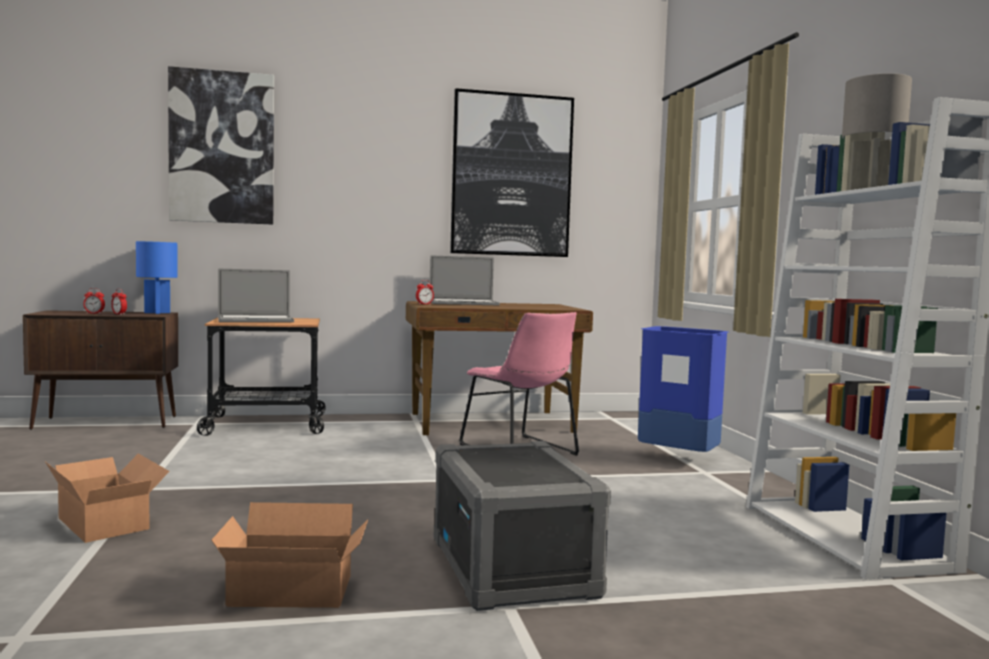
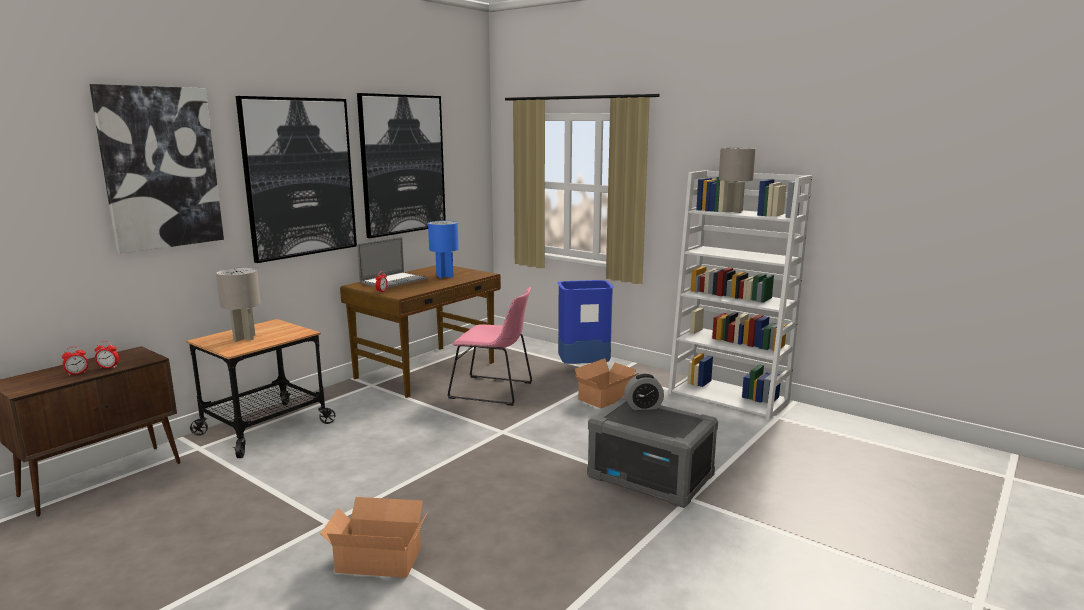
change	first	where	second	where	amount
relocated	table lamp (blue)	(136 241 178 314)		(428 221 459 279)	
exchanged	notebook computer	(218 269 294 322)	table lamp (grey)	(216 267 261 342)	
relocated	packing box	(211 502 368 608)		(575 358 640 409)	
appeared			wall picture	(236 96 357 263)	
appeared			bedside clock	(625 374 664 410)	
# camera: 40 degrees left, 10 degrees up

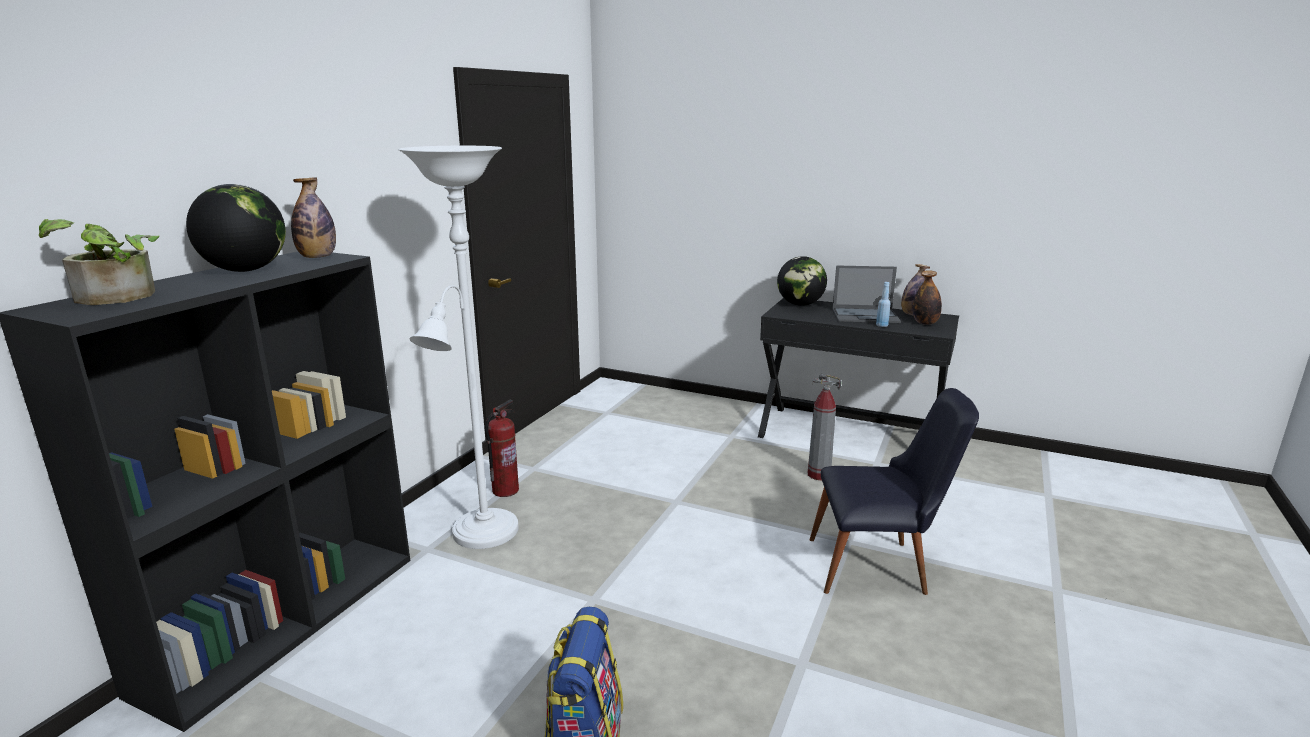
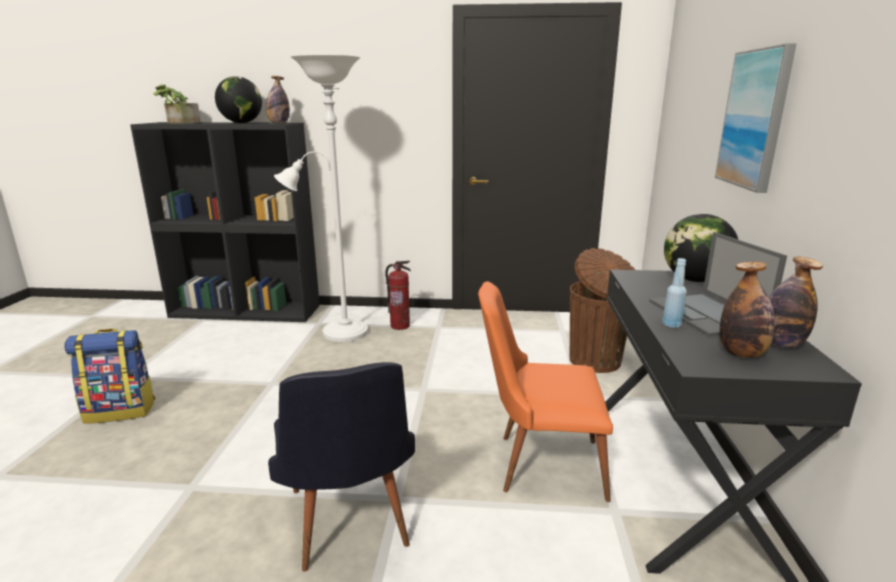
change	first	where	second	where	amount
exchanged	extinguisher	(808 374 841 480)	upright chair (orange-coloured)	(478 282 613 502)	
appeared			wall picture	(715 43 796 193)	
appeared			rubbish bin (brownish)	(570 248 635 373)	
# camera: 70 degrees right, 0 degrees up

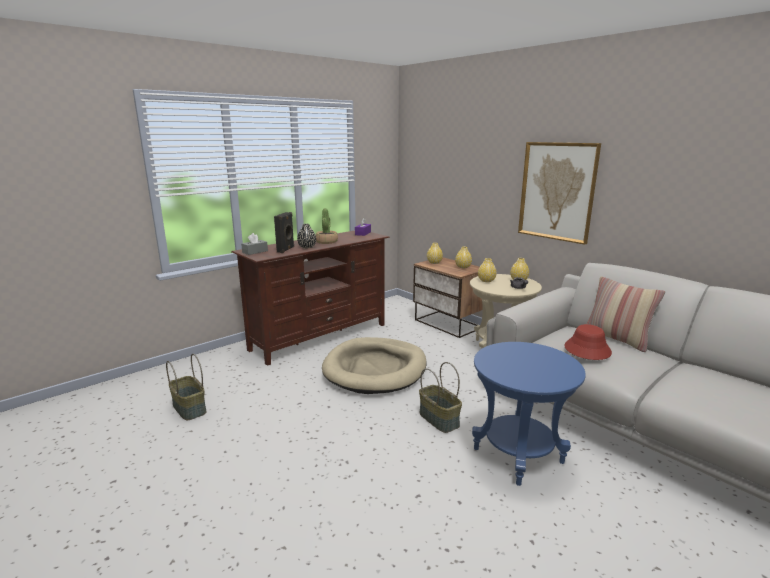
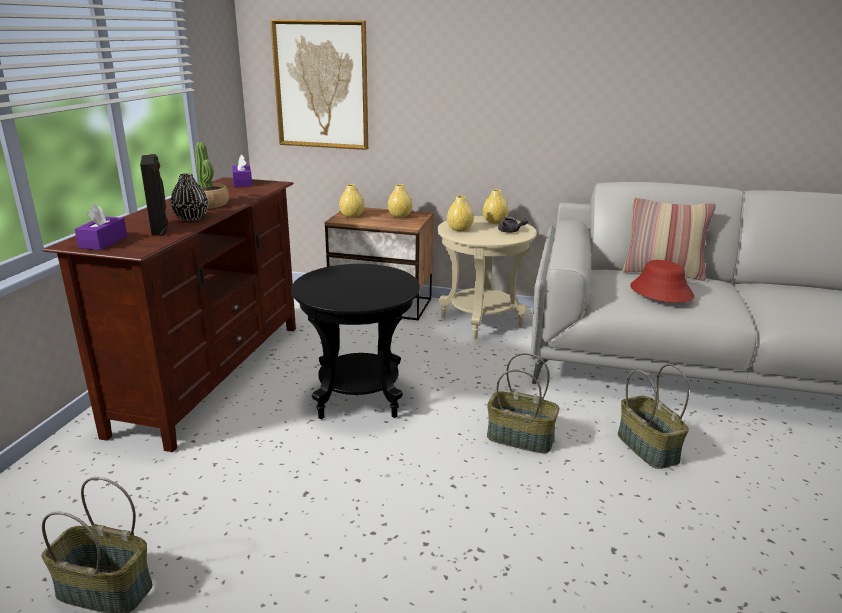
change	first	where	second	where	amount
relocated	wall picture	(518 142 601 245)		(270 19 368 150)	
colour	tissue box (grey)	(241 233 268 255)	tissue box (purple)	(74 204 127 250)	
exchanged	dog cushion (beige-coloured)	(322 337 426 394)	side table (black)	(291 264 420 419)	
exchanged	side table (blue)	(472 342 586 486)	household basket	(618 364 689 469)	
# camera: 35 degrees left, 5 degrees up

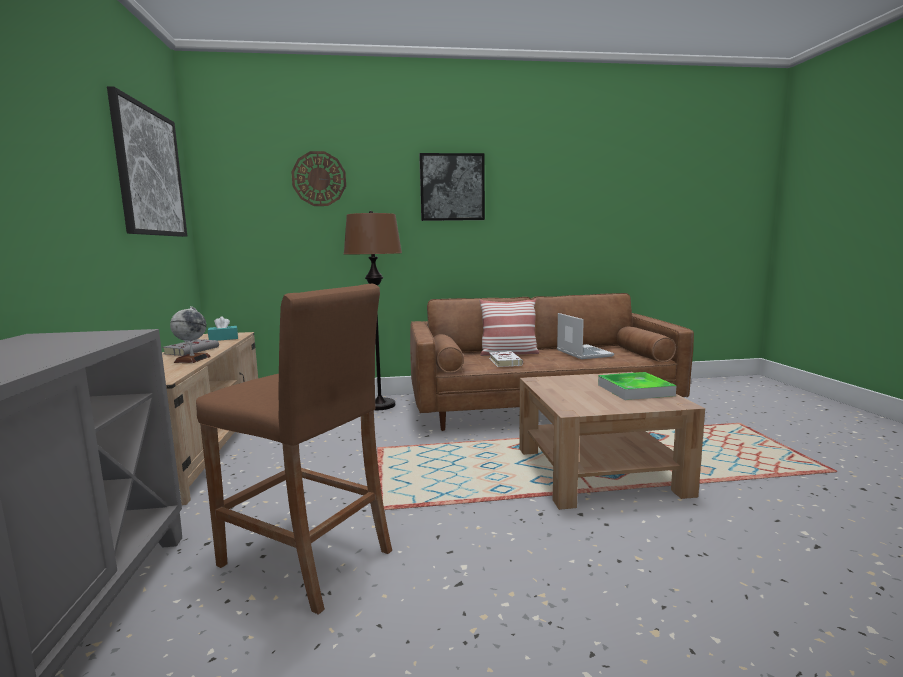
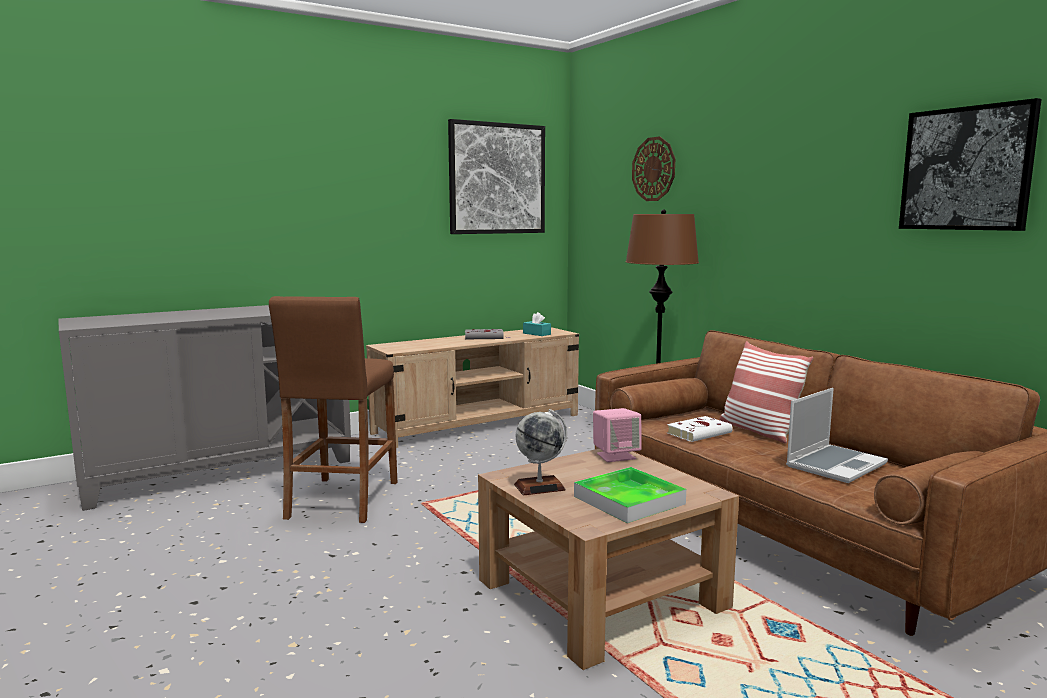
change	first	where	second	where	amount
relocated	wall picture	(419 153 485 221)		(899 98 1042 231)	
relocated	globe	(170 306 211 363)		(514 409 567 495)	
appeared			speaker (pink)	(593 408 642 462)	
# camera: 65 degrees right, 0 degrees up

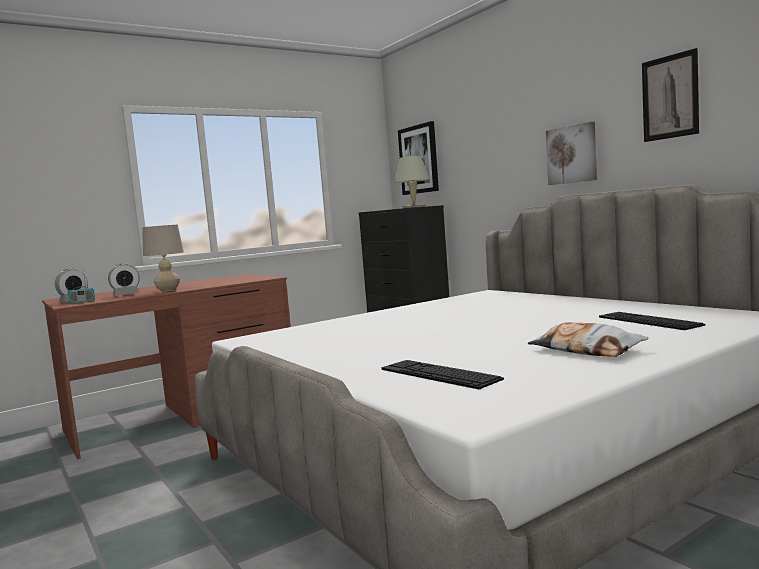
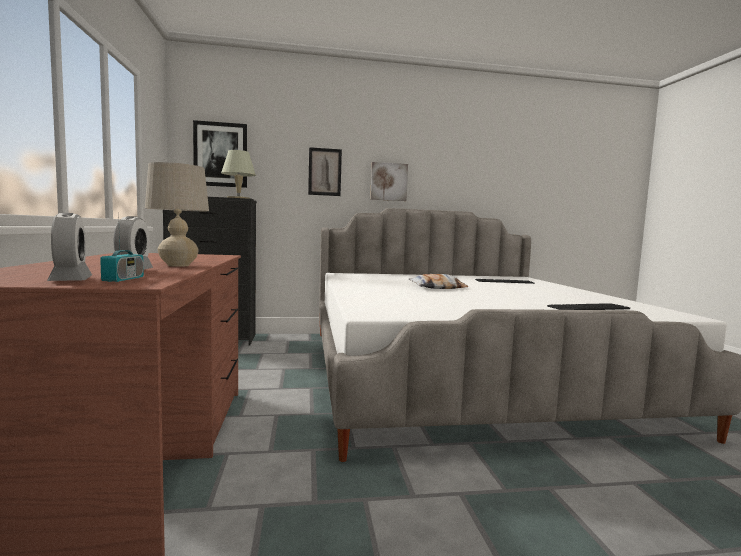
change	first	where	second	where	amount
relocated	wall picture	(642 48 699 142)		(308 147 342 196)	
relocated	pillow	(528 322 648 357)		(408 274 469 289)	
# camera: 65 degrees left, 0 degrees up

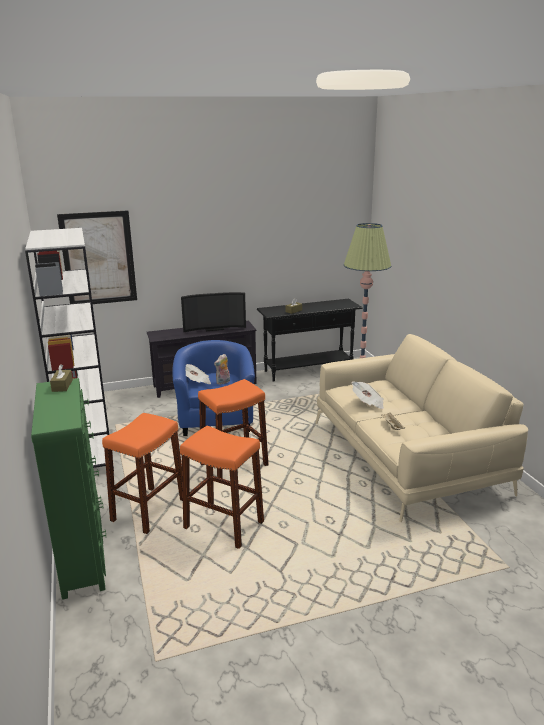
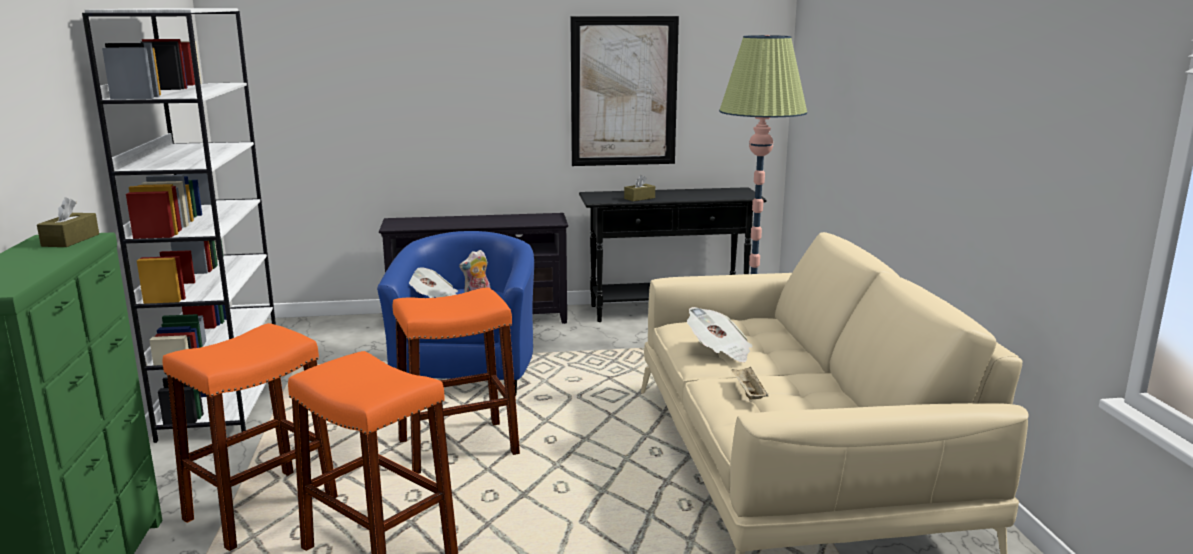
change	first	where	second	where	amount
relocated	wall picture	(57 210 137 304)		(570 16 679 166)	
missing	TV set	(181 292 246 332)			
# camera: 10 degrees right, 5 degrees down

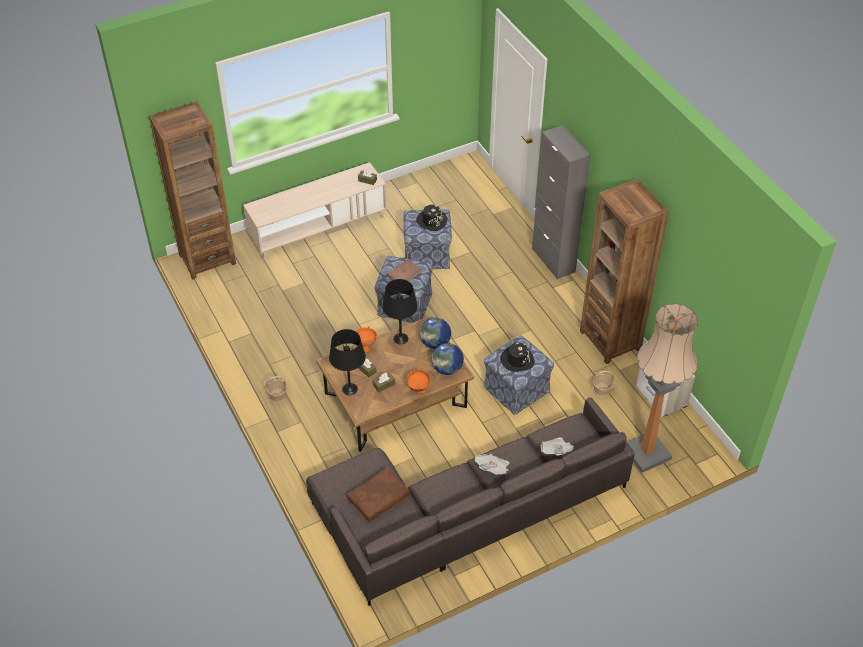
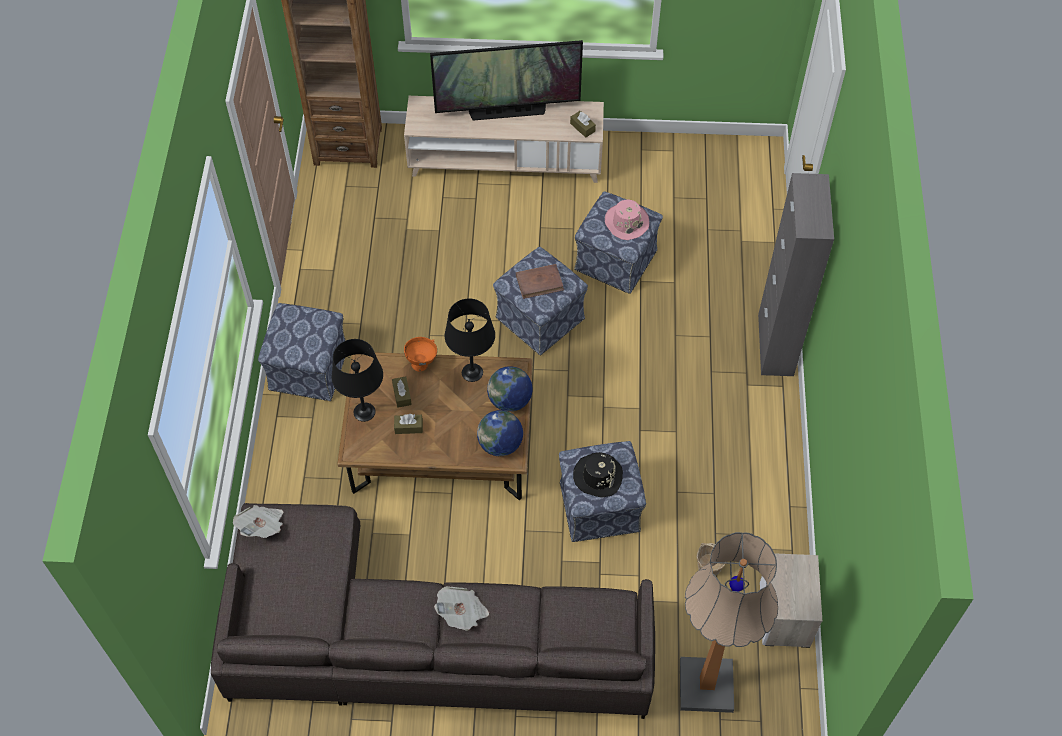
change	first	where	second	where	amount
missing	shelving unit (brownish)	(580 179 668 364)			
colour	hat (black)	(416 205 448 231)	hat (pink)	(605 200 649 240)	
missing	bowl (orange-coloured)	(406 370 430 395)			
exchanged	household basket	(266 376 287 403)	footrest	(258 303 346 401)	
relocated	daily paper	(541 437 574 456)		(233 505 283 538)	
missing	pillow (brownish)	(346 468 410 522)			
appeared			TV set	(430 40 583 121)	
# camera: 30 degrees right, 10 degrees up

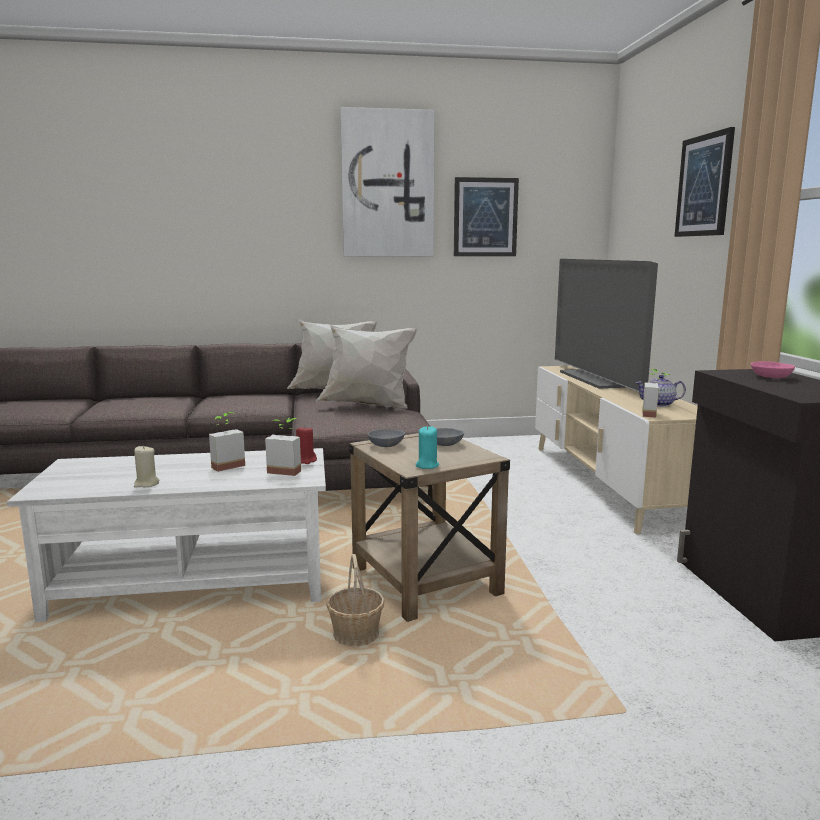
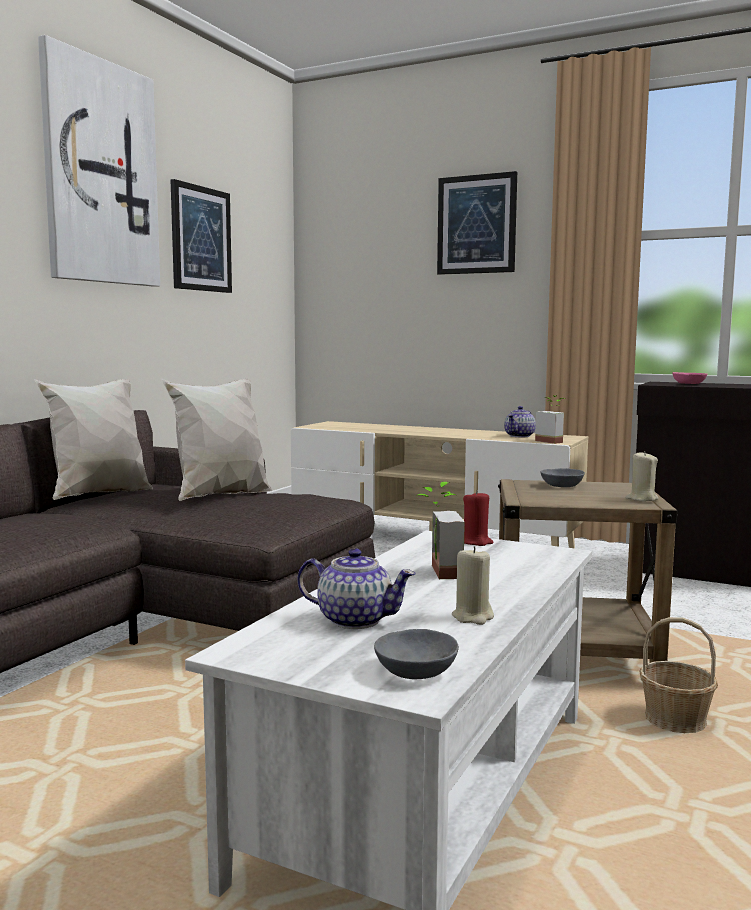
change	first	where	second	where	amount
missing	TV set	(555 259 658 392)			
missing	plant in a pot	(265 418 301 476)			
colour	wax candle (turquoise-coloured)	(415 426 439 469)	wax candle (beige-coloured)	(625 451 658 501)	
relocated	bowl (grey)	(368 429 405 447)		(374 629 459 679)	
appeared			tea pot	(297 548 416 629)	
# camera: 55 degrees left, 5 degrees down

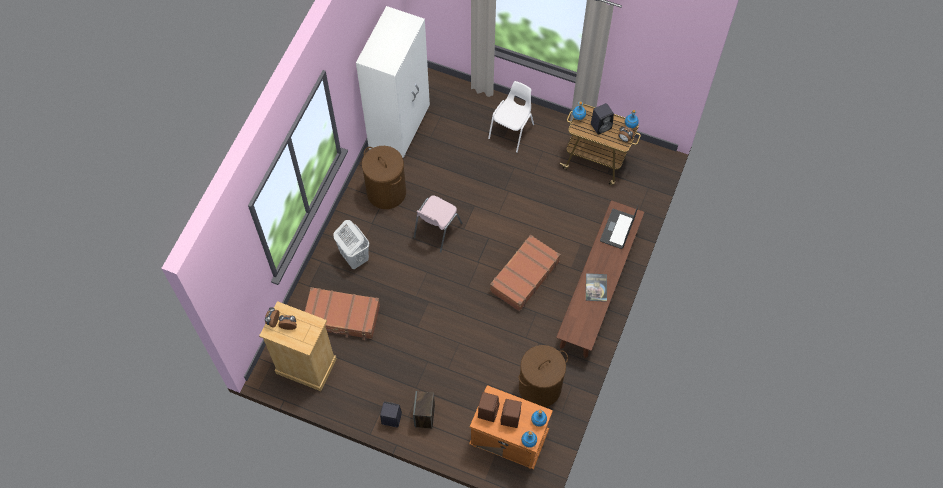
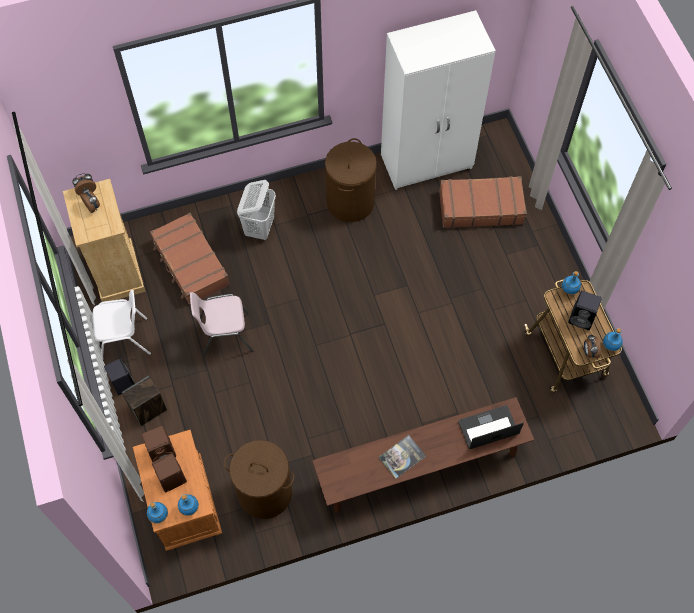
change	first	where	second	where	amount
relocated	upright chair (white)	(488 81 534 153)		(93 290 151 356)	
relocated	upright chair (pink)	(414 195 462 253)		(190 292 253 358)	
relocated	travel case (brownish)	(490 234 561 312)		(439 176 527 228)	
# camera: 50 degrees right, 0 degrees up

